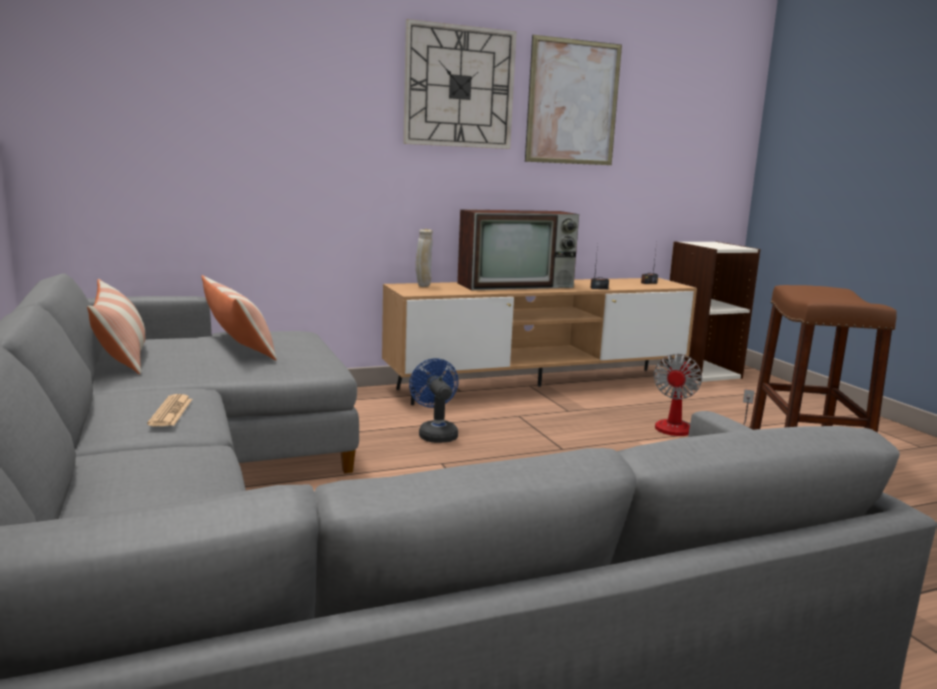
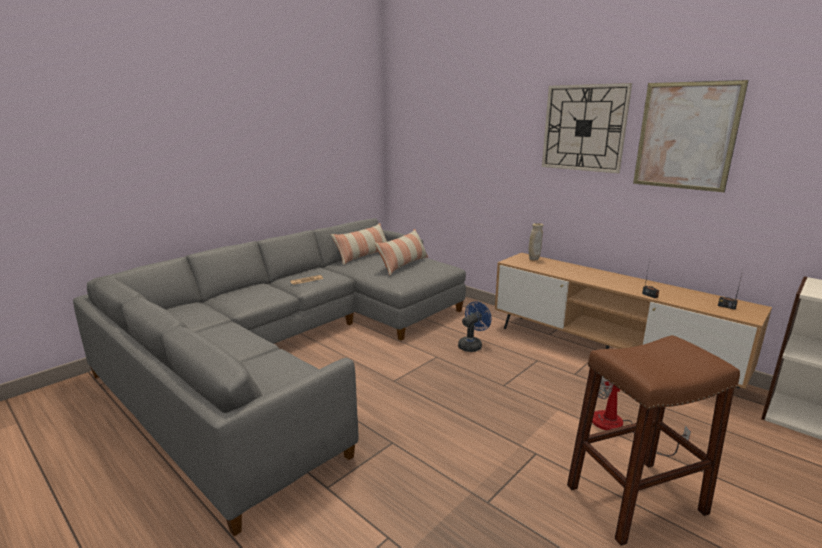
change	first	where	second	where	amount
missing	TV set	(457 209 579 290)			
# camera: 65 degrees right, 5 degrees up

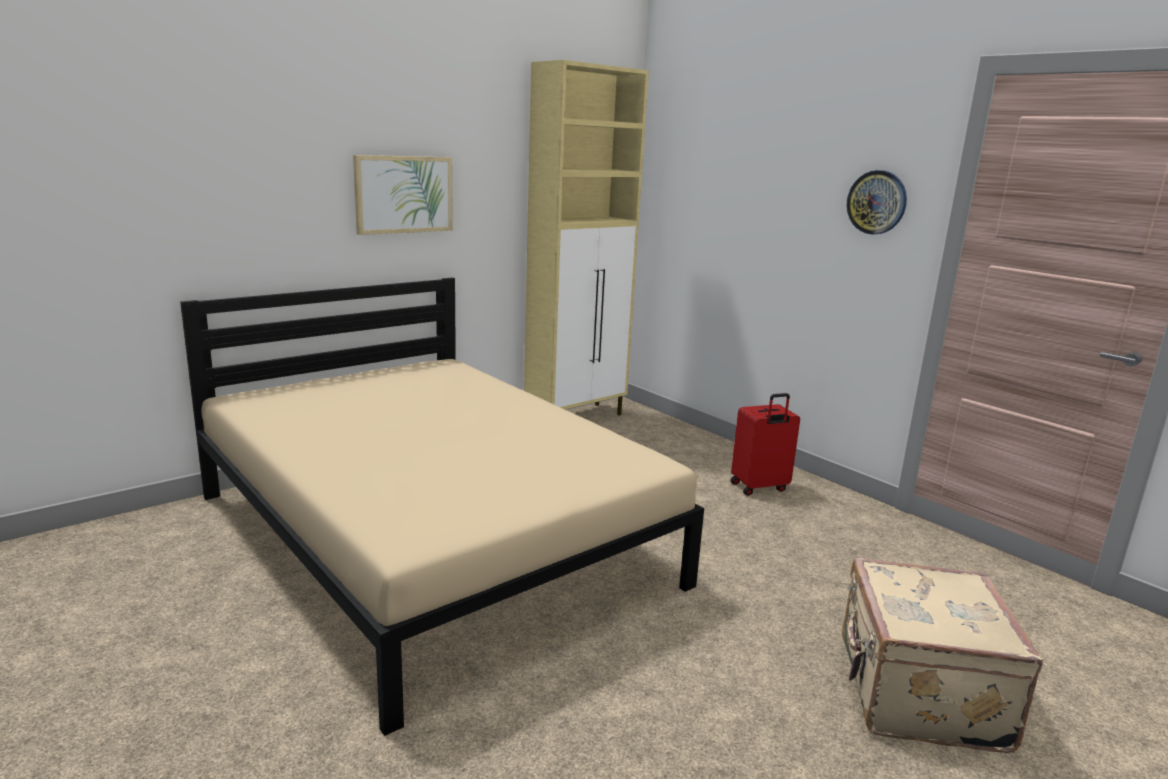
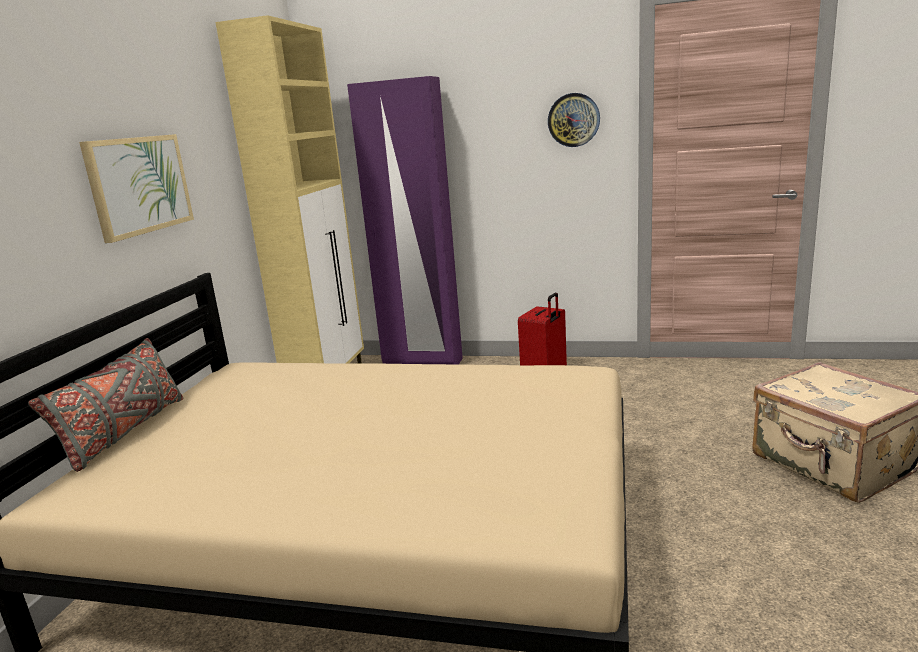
change	first	where	second	where	amount
appeared			clothes cupboard (purple)	(347 76 463 364)	
appeared			pillow (grey)	(28 338 183 472)	
# camera: 35 degrees left, 0 degrees up

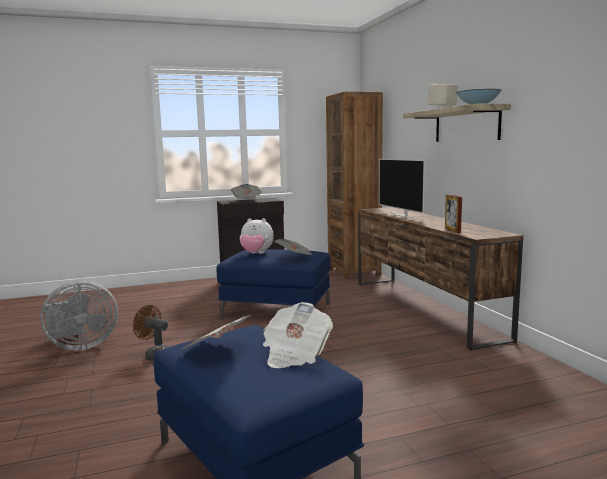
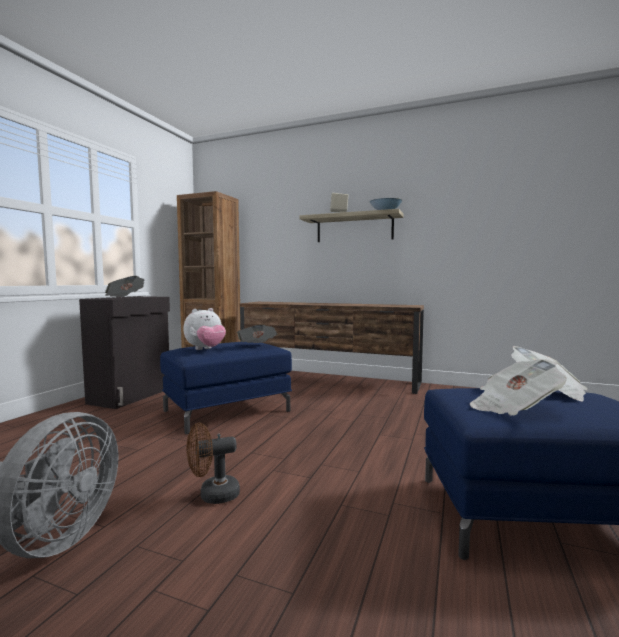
change	first	where	second	where	amount
missing	TV set	(379 159 425 218)			
missing	picture frame	(445 194 462 233)			
# camera: 50 degrees left, 5 degrees down

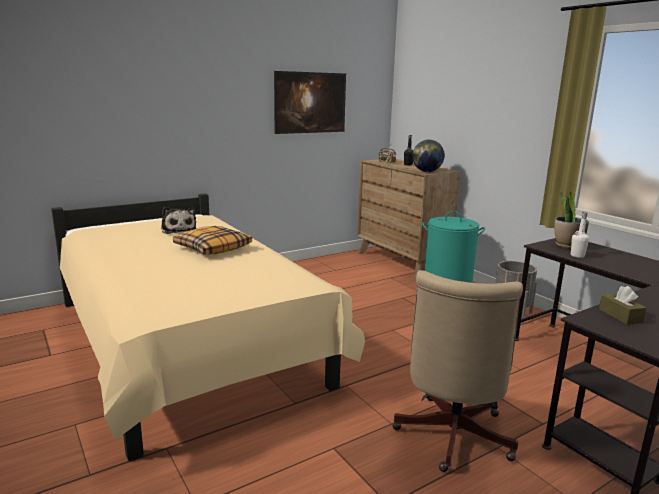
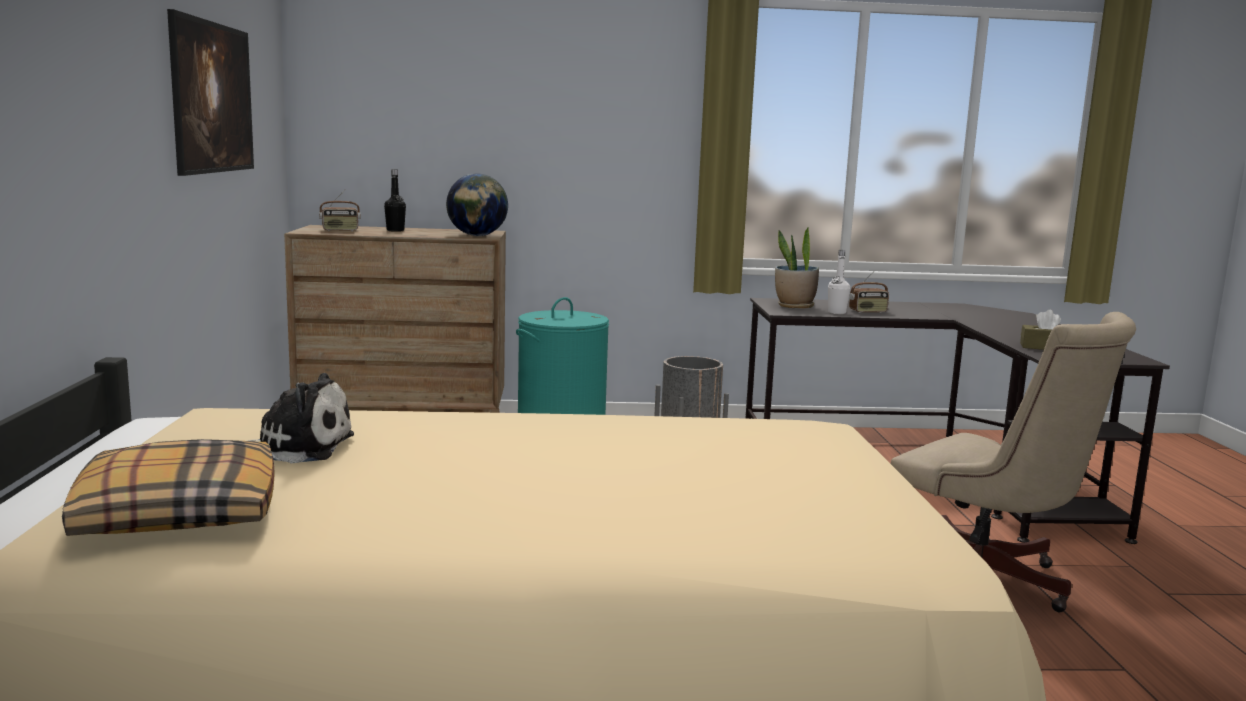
change	first	where	second	where	amount
relocated	pillow	(173 226 252 255)		(62 439 275 536)	
appeared			radio set	(849 270 889 313)	
# camera: 60 degrees left, 5 degrees down

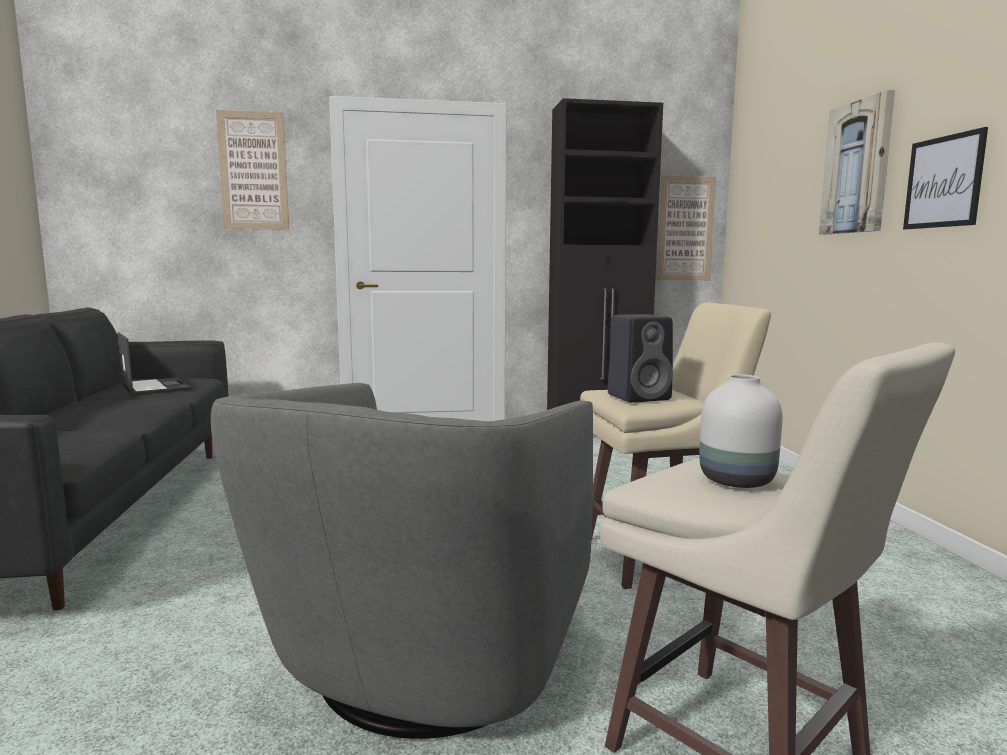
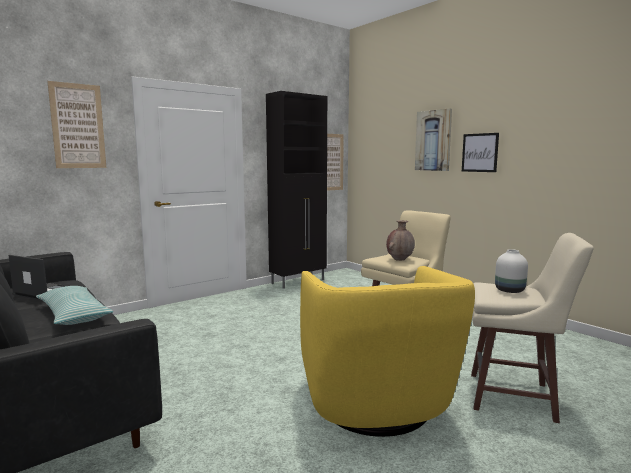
change	first	where	second	where	amount
exchanged	speaker (black)	(608 314 673 403)	flower vase (brownish)	(386 220 415 261)	
colour	lounge chair (grey)	(211 383 593 739)	lounge chair (yellowish)	(300 266 475 437)	
appeared			pillow	(36 286 113 325)	
# camera: 30 degrees left, 0 degrees up

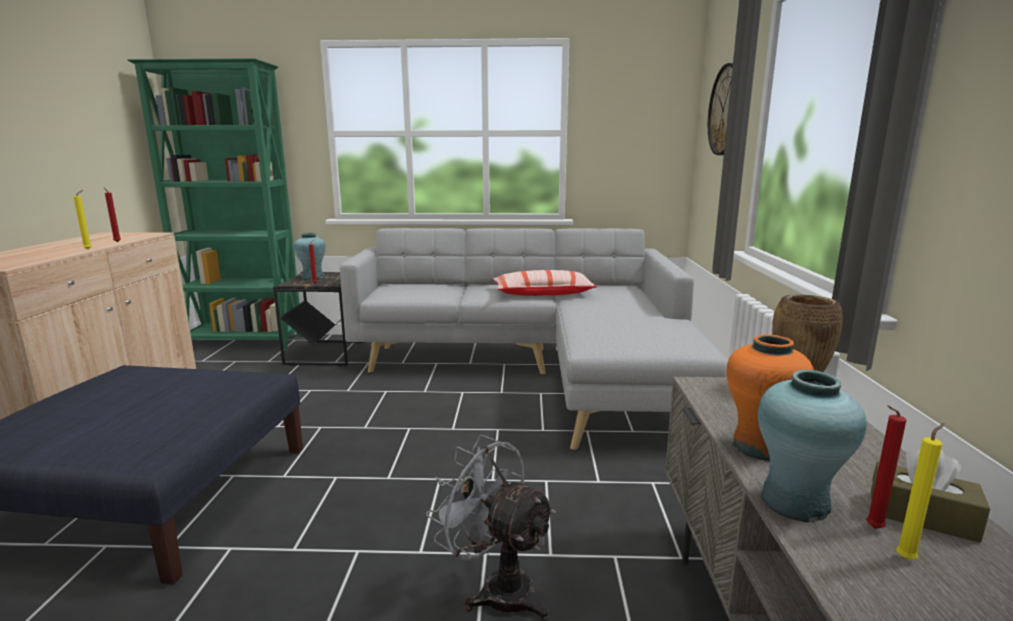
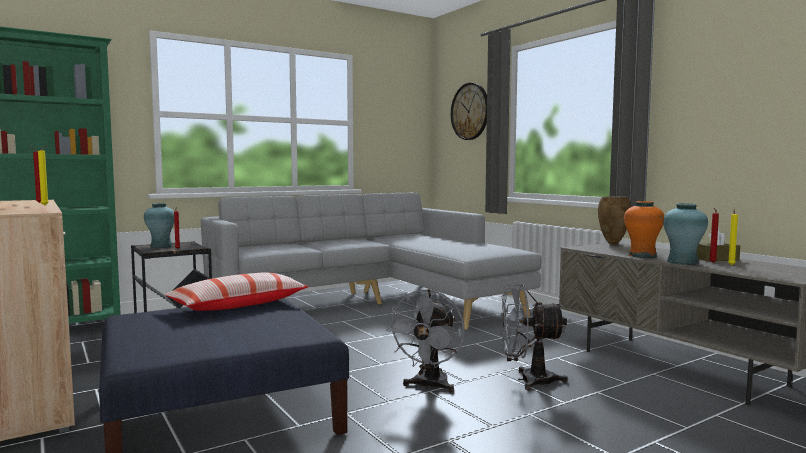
change	first	where	second	where	amount
relocated	pillow	(493 270 597 296)		(165 272 308 311)	
appeared			cooling fan (grey)	(386 289 465 392)	
# camera: 35 degrees left, 10 degrees down

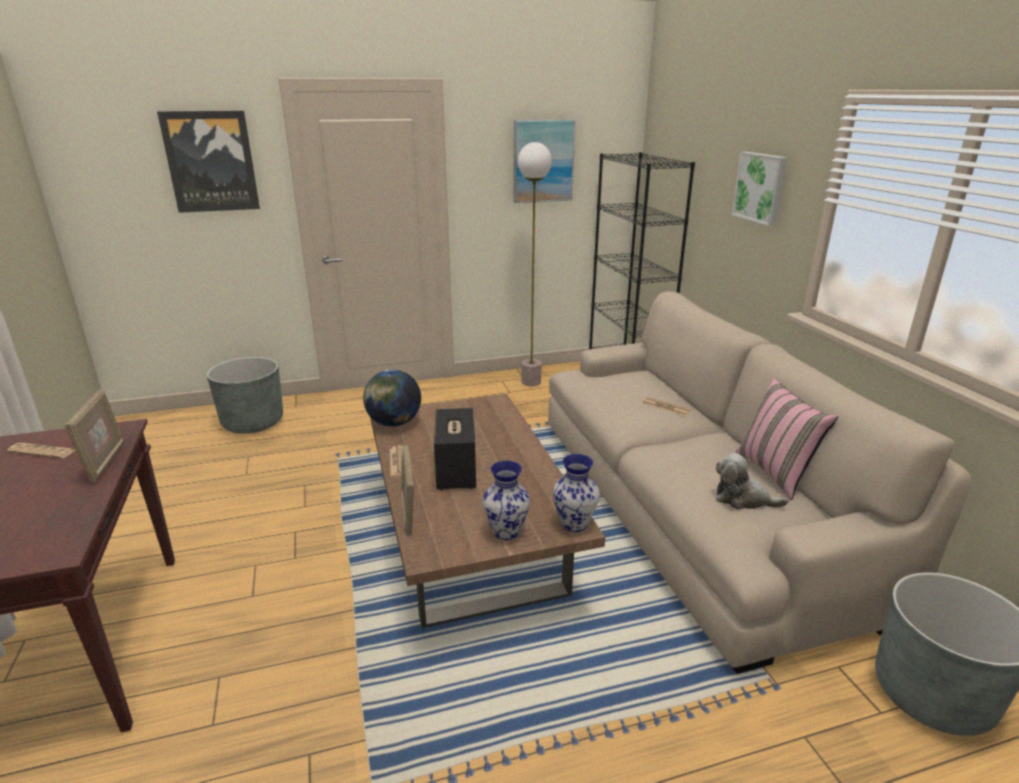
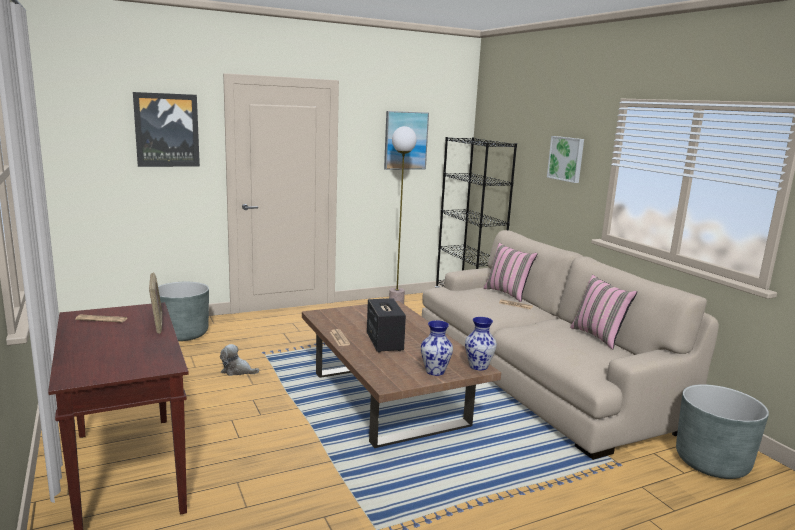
change	first	where	second	where	amount
missing	globe	(363 370 421 427)			
missing	picture frame	(401 445 414 537)			
relocated	plush toy	(716 453 788 509)		(220 344 259 376)	
appeared			pillow (pink)	(484 243 537 302)	
# camera: 10 degrees left, 10 degrees down

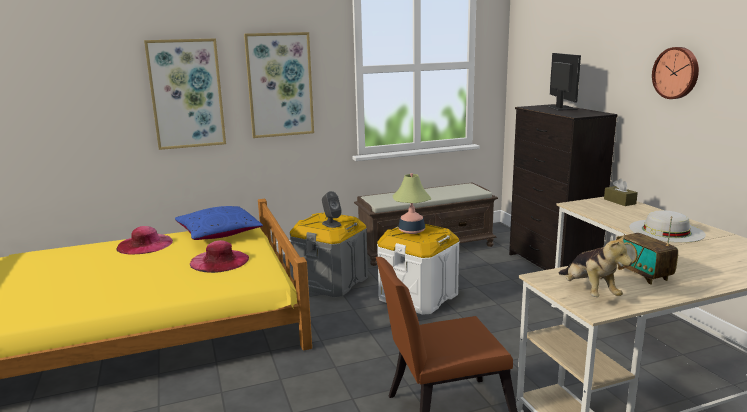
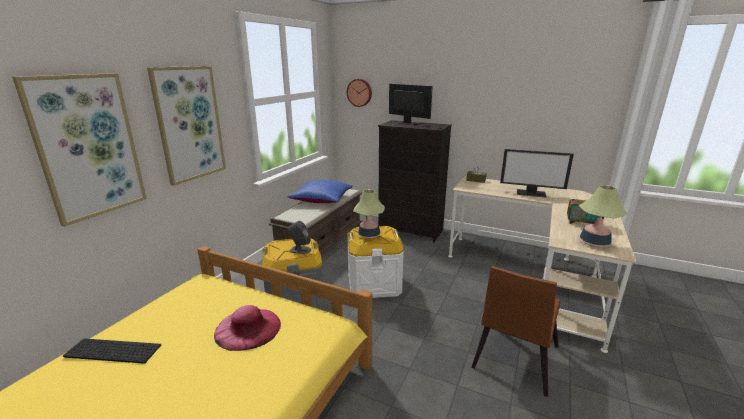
change	first	where	second	where	amount
relocated	hanging clock	(652 47 699 99)		(347 79 372 107)	
relocated	pillow (blue)	(175 206 263 240)		(287 180 353 203)	
exchanged	hat (white)	(629 210 706 243)	monitor	(500 149 574 198)	
exchanged	hat (pink)	(117 226 173 255)	PC keyboard	(63 338 161 364)	
exchanged	plush toy	(558 233 633 297)	table lamp	(579 185 628 247)	
# camera: 45 degrees left, 5 degrees up

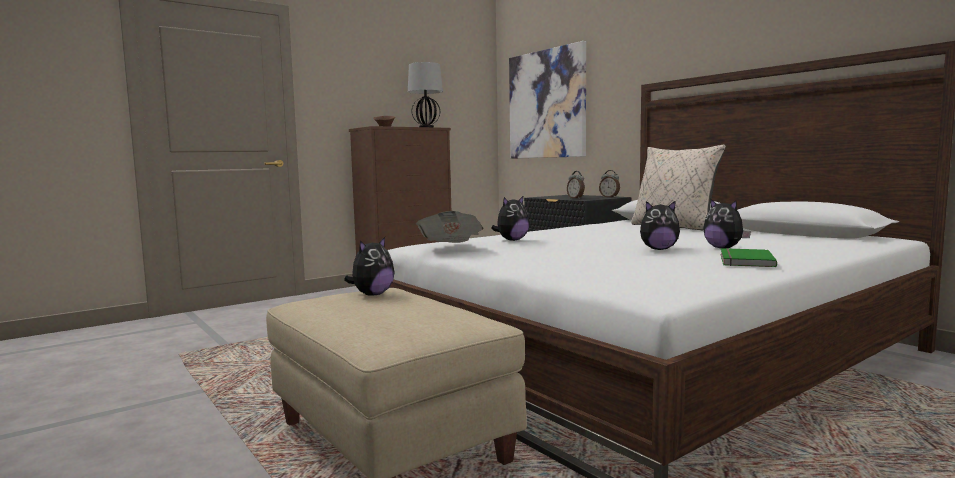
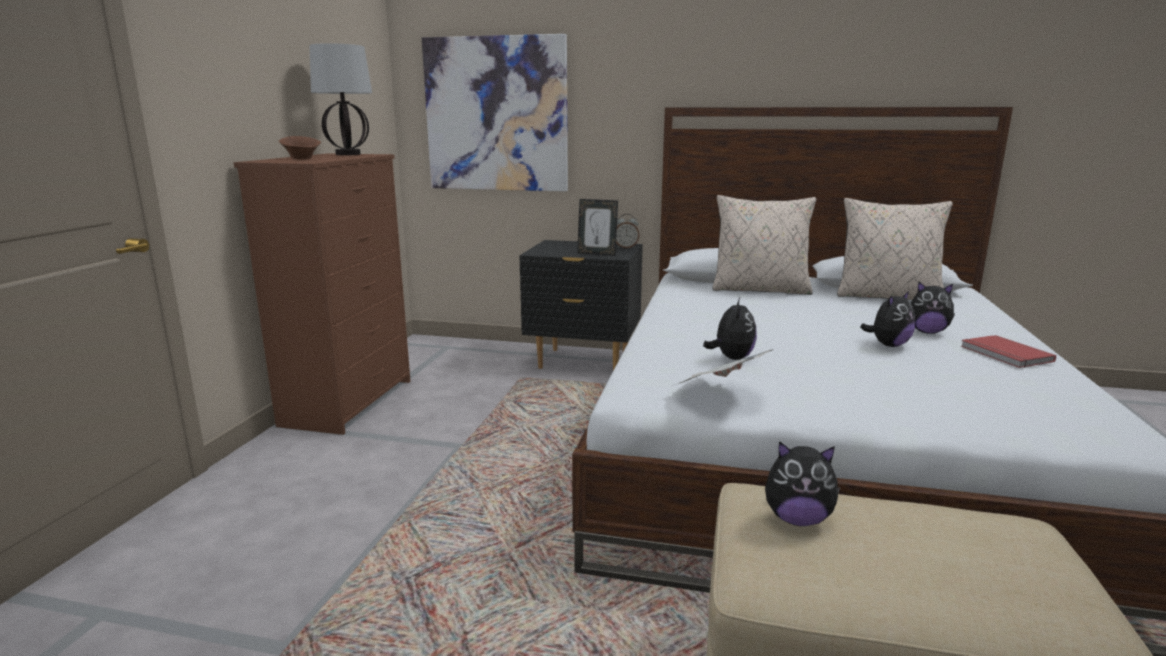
change	first	where	second	where	amount
exchanged	bedside clock	(567 171 585 199)	picture frame	(577 199 618 256)	
spun	plush toy	(344 237 394 296)		(765 441 840 526)	105 degrees clockwise
colour	book (green)	(720 248 777 267)	book (red-coloured)	(961 335 1056 368)	
appeared			pillow (beige-coloured)	(837 198 953 300)	
# camera: 40 degrees left, 10 degrees up

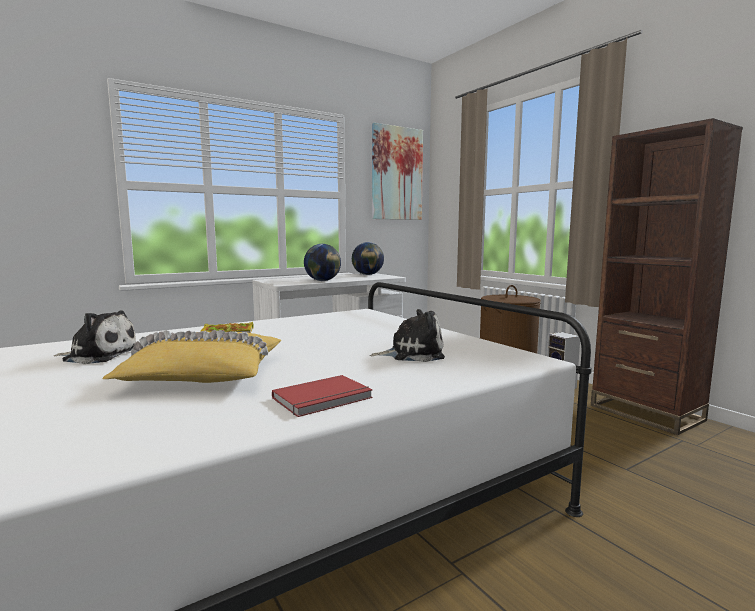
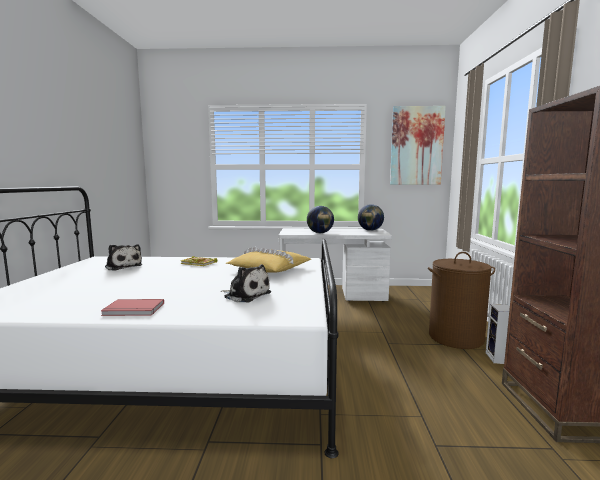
change	first	where	second	where	amount
relocated	pillow (yellowish)	(103 330 282 383)		(226 247 311 273)	
# camera: 35 degrees right, 0 degrees up

